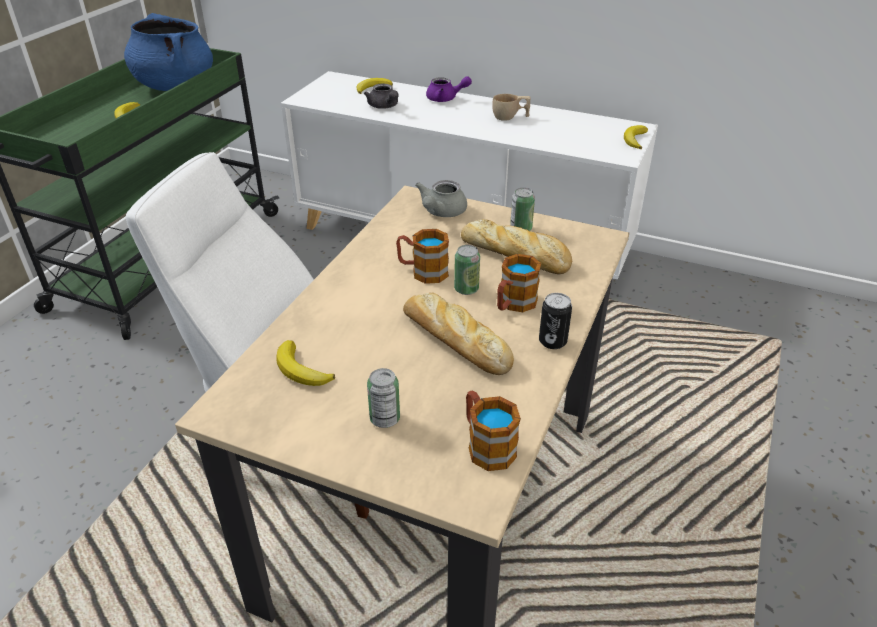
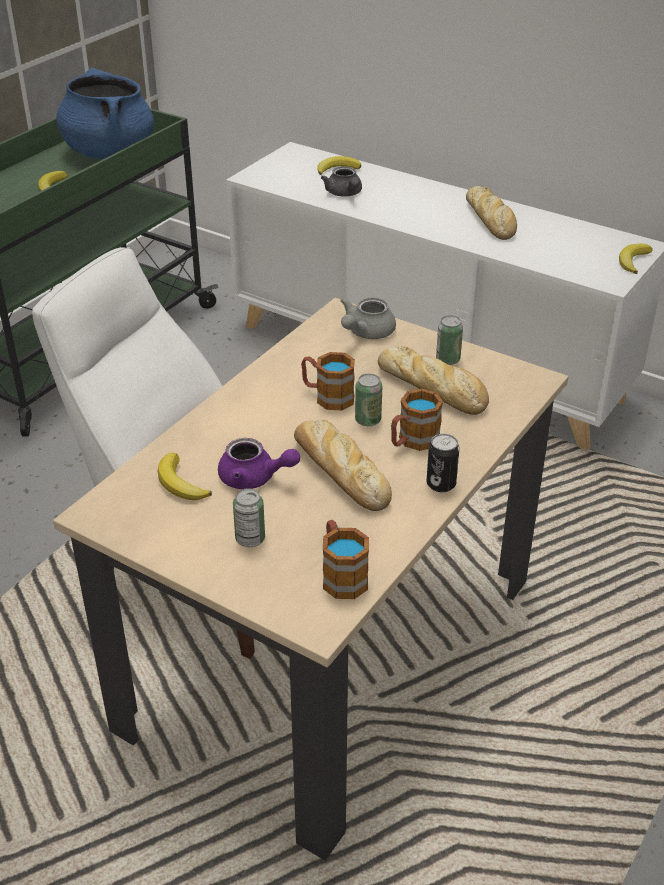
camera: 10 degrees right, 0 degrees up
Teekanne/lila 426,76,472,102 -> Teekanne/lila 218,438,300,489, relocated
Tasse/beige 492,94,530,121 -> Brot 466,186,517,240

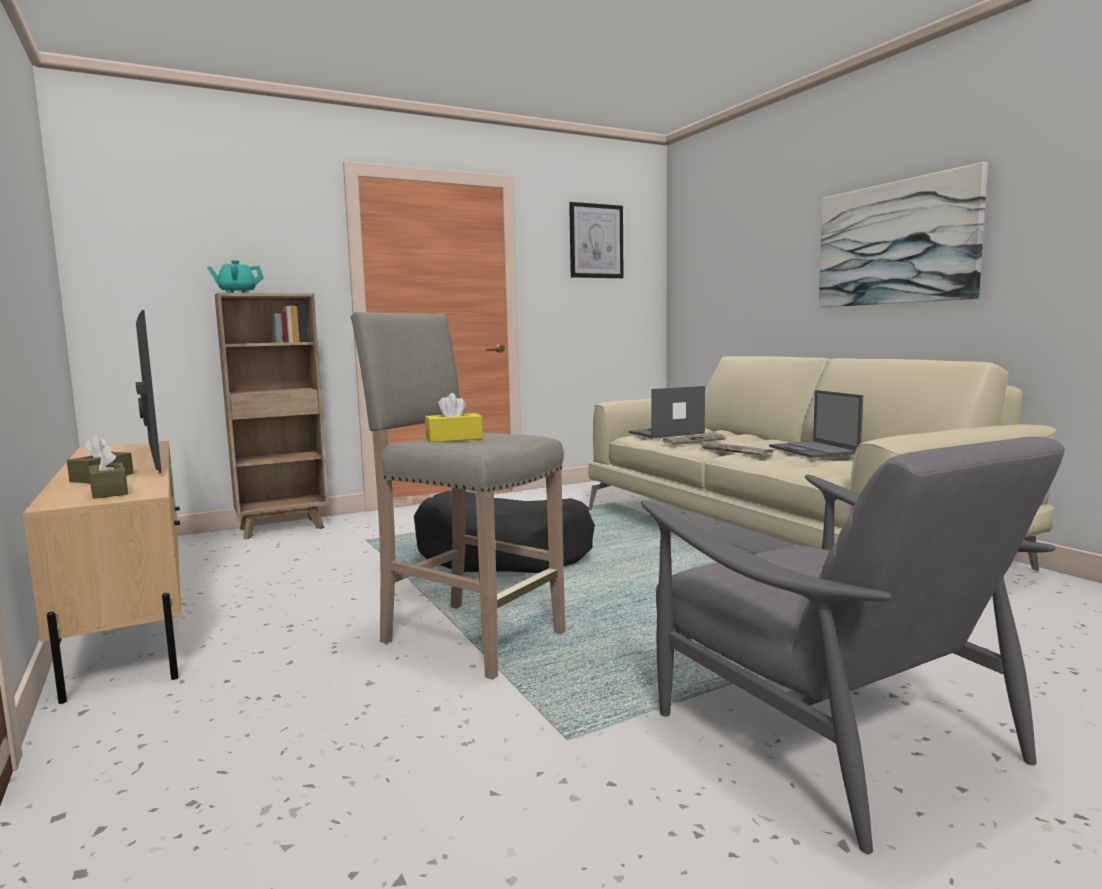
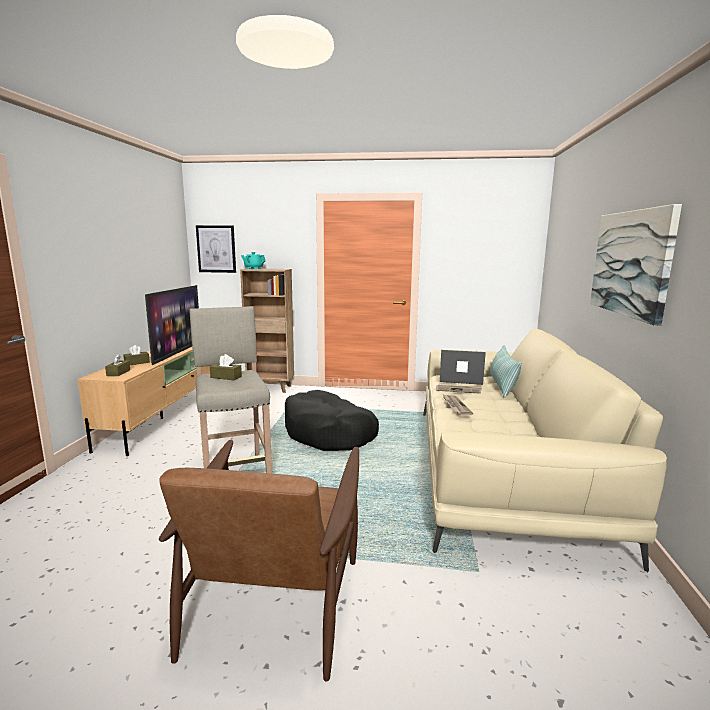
camera: 35 degrees right, 5 degrees up
Laptop 769,390,863,458 -> none
none -> Kissen 490,345,522,398
Bild 569,202,624,278 -> Bild 196,225,236,273, relocated
Taschentuchbox/gelb 425,393,483,442 -> Taschentuchbox/braun 210,354,242,380
Sessel/grau 641,437,1065,854 -> Sessel/braun 159,440,359,682

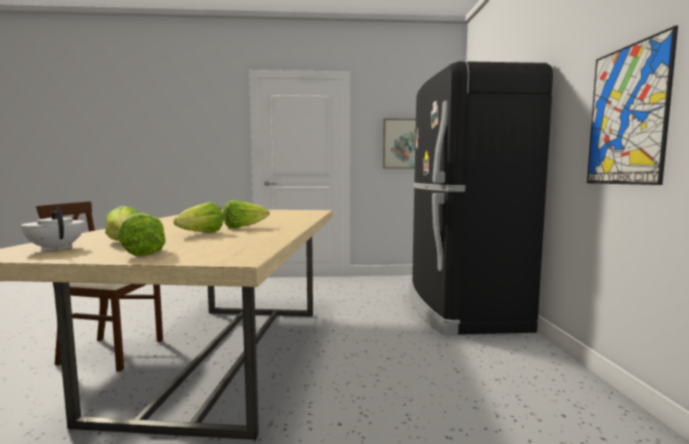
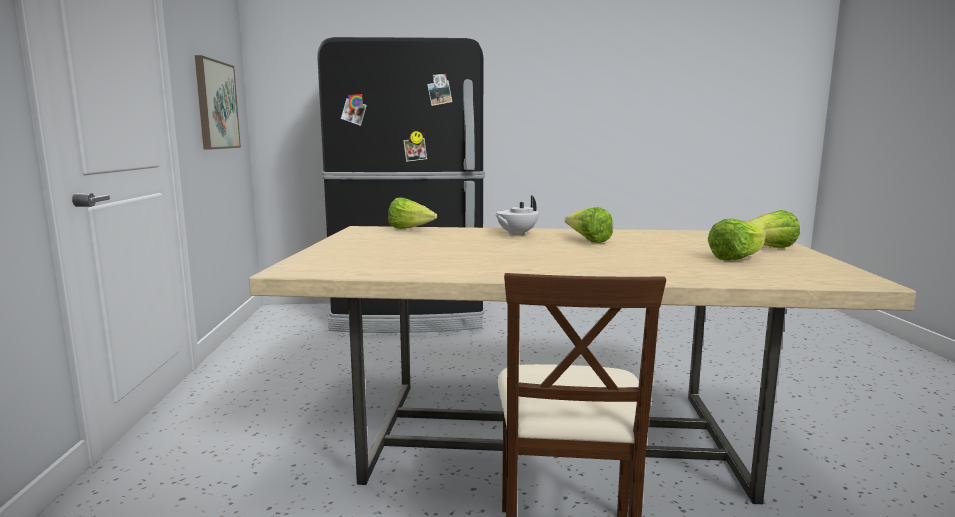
camera: 90 degrees left, 5 degrees up
Bild 587,26,678,185 -> none
Teekanne/weiß 21,206,84,251 -> Teekanne/weiß 495,195,539,236, relocated
Salatkopf 173,202,224,233 -> Salatkopf 388,197,437,229, relocated

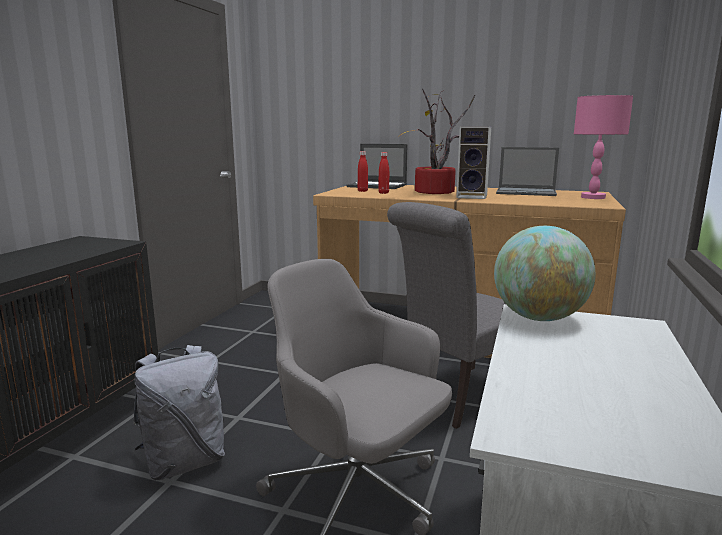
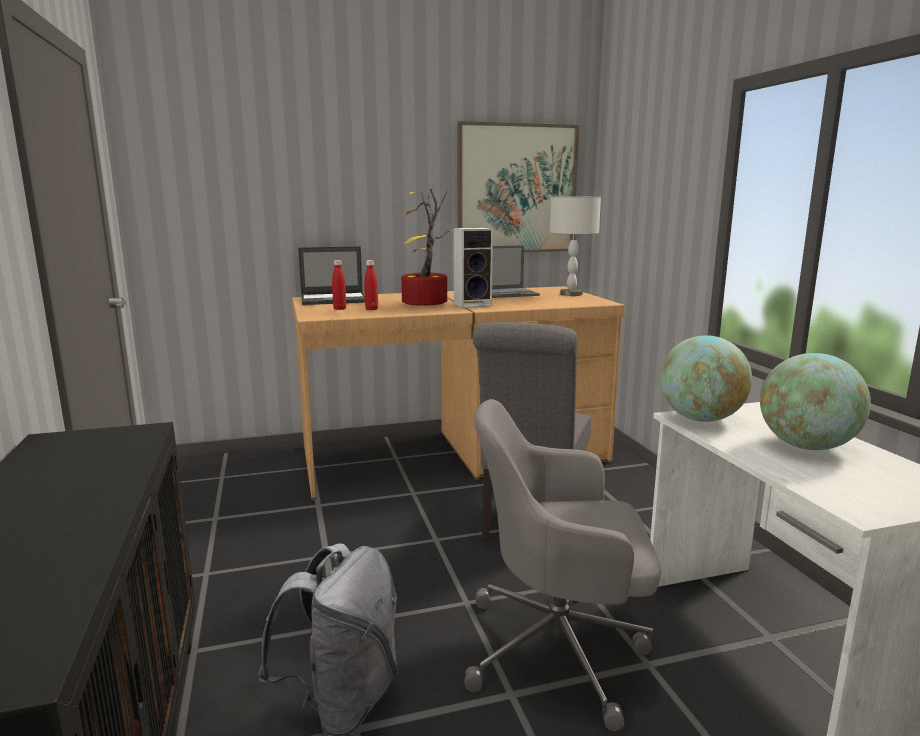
camera: 35 degrees left, 0 degrees up
none -> Bild 457,121,579,252
none -> Globus 760,353,871,450
Tischlampe/rosa 574,95,633,199 -> Tischlampe/grau 550,197,601,296

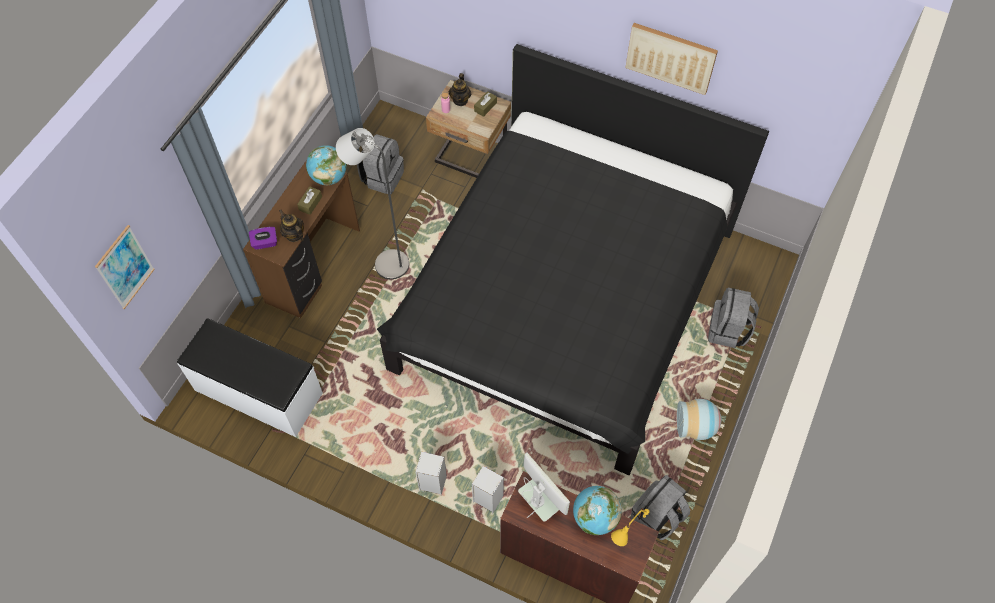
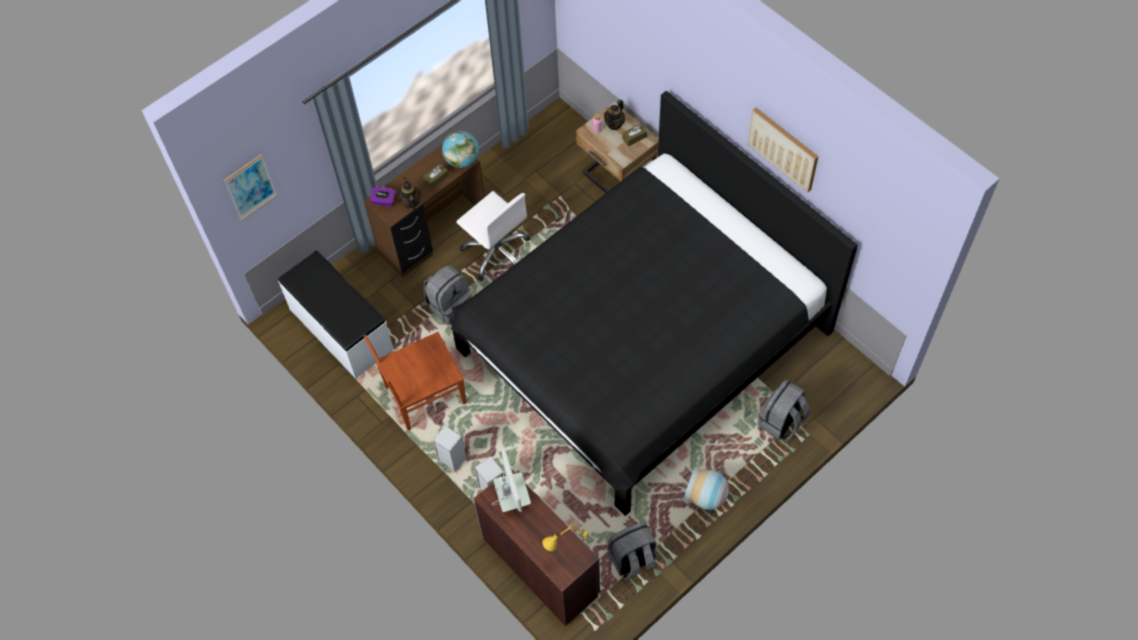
camera: 25 degrees right, 0 degrees up
Globus 573,486,622,535 -> none
none -> Stuhl/braun 364,332,467,431
Rucksack/grau 357,134,404,194 -> Rucksack/grau 424,265,471,325, relocated
Stehlampe/grau 336,128,409,279 -> Bürostuhl/weiß 456,191,530,281

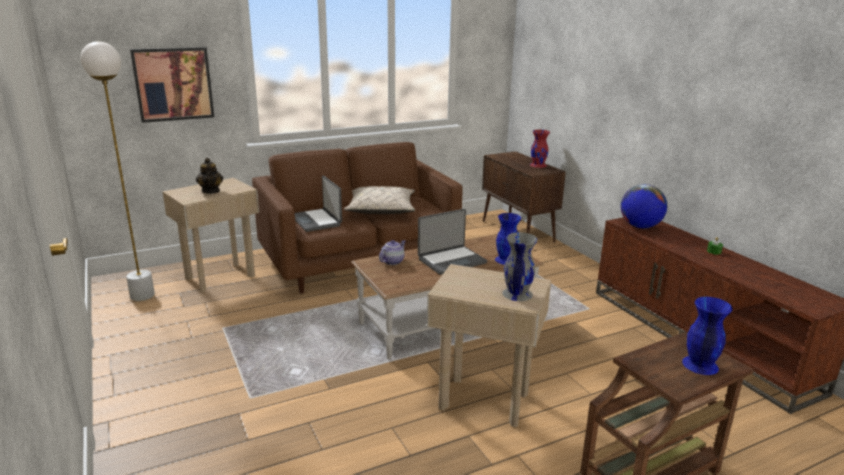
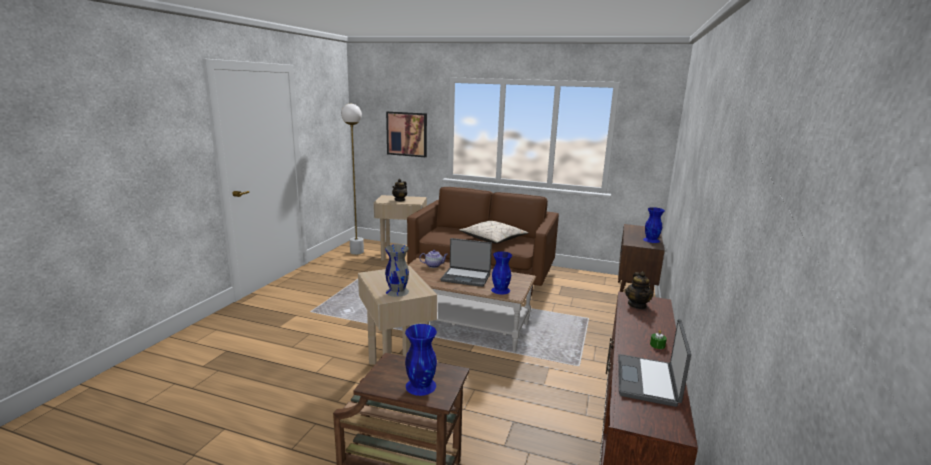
camera: 45 degrees right, 5 degrees down
Laptop 295,175,342,232 -> Laptop 618,319,691,407, relocated
Globus 621,184,667,228 -> Teekanne 625,272,653,309
Vase/rot 530,130,550,168 -> Vase/blau 643,207,665,243

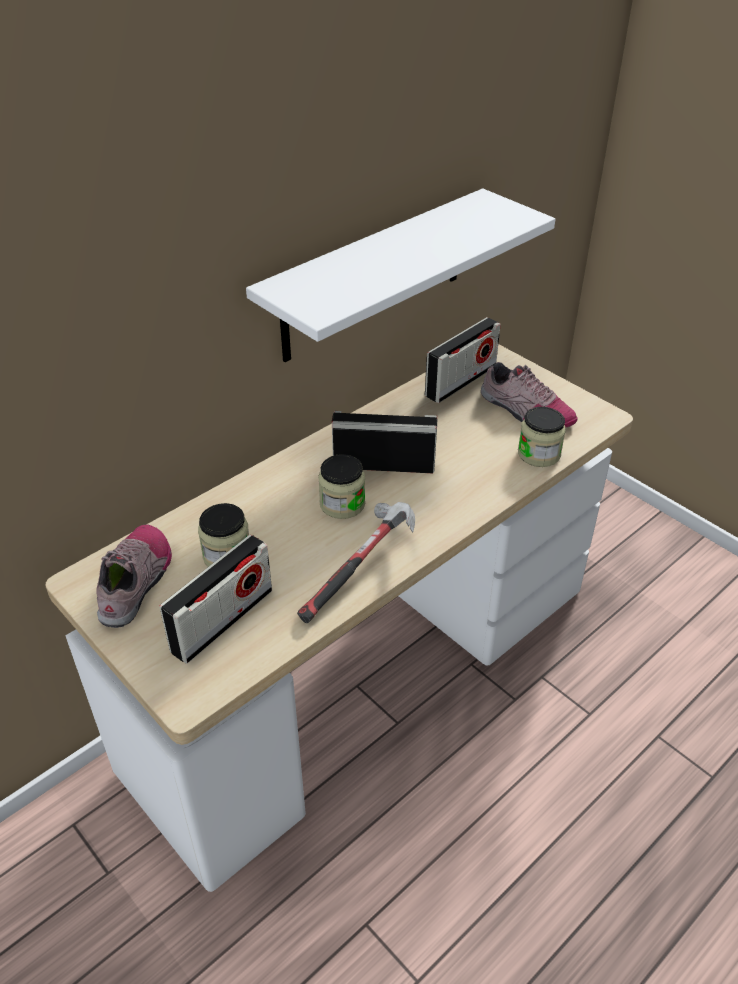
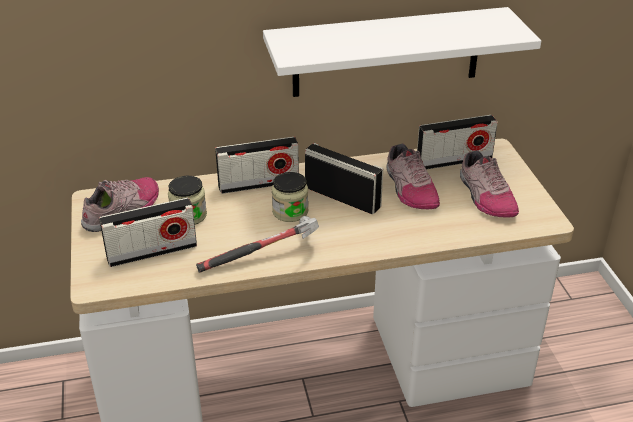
camera: 30 degrees right, 5 degrees down
Vorratsglas 518,407,566,467 -> none
none -> Radio 215,137,299,194
none -> Schuh 387,143,440,209

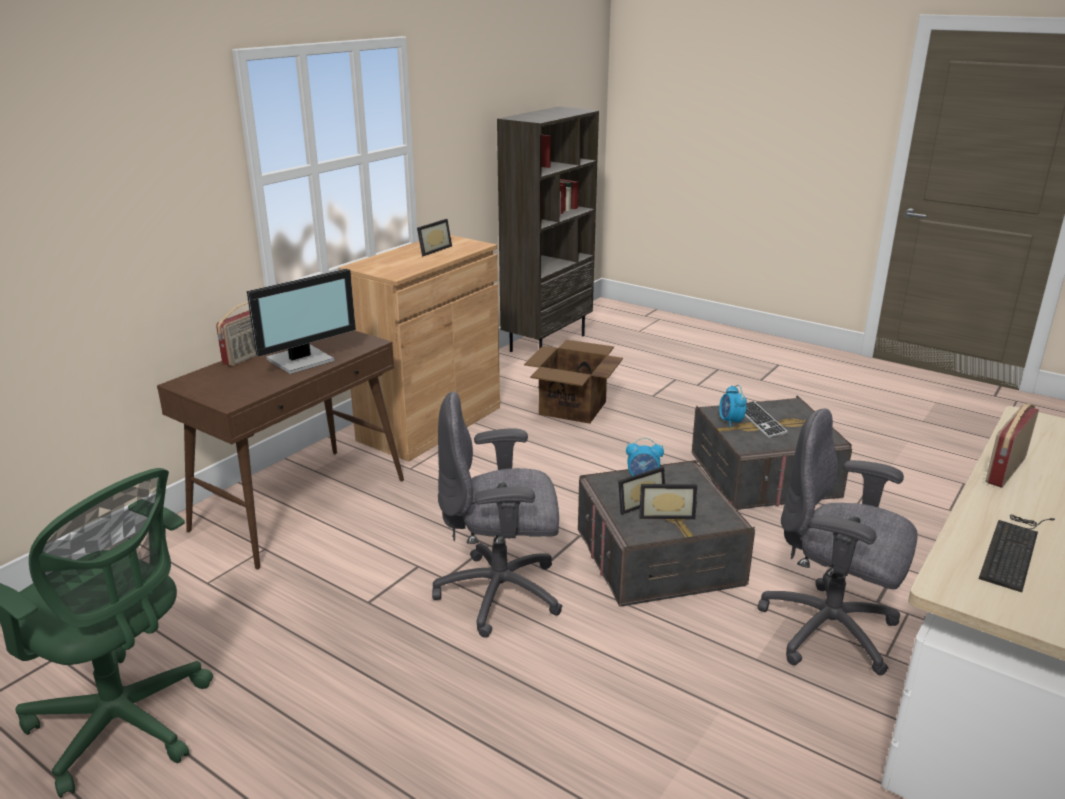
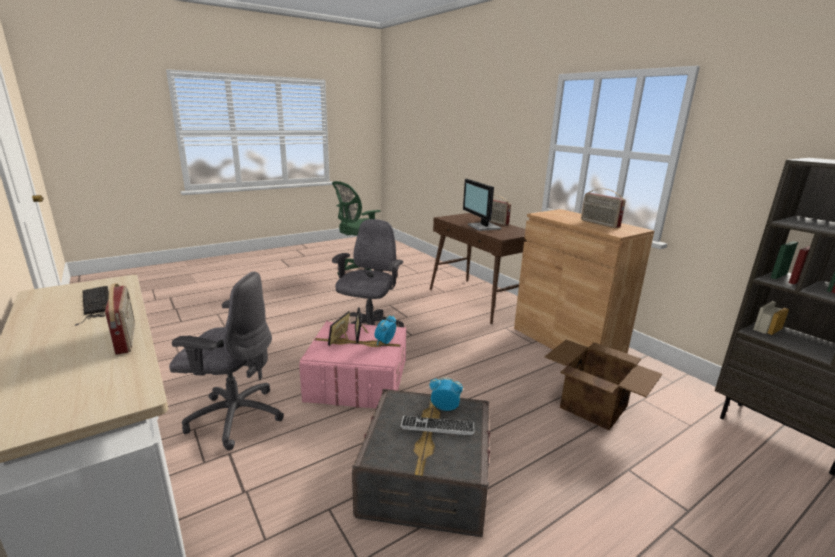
camera: 110 degrees right, 5 degrees down
Bilderrahmen 417,219,452,256 -> Radio 581,189,626,228
Aufbewahrungsbox/grau 578,460,755,607 -> Aufbewahrungsbox/rosa 299,320,406,408
Bürostuhl/grau 757,408,917,676 -> Bürostuhl/grau 169,271,284,450, 45 degrees clockwise

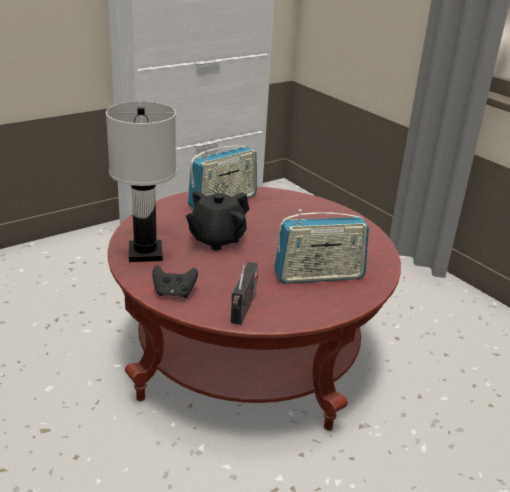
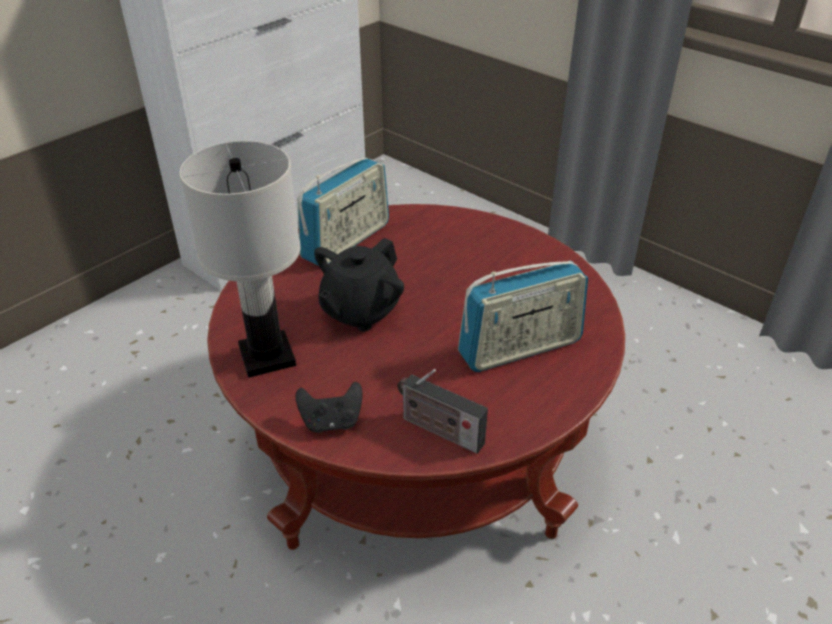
camera: 10 degrees left, 10 degrees up
Radio 231,262,258,325 -> Radio 397,369,488,454, 120 degrees clockwise

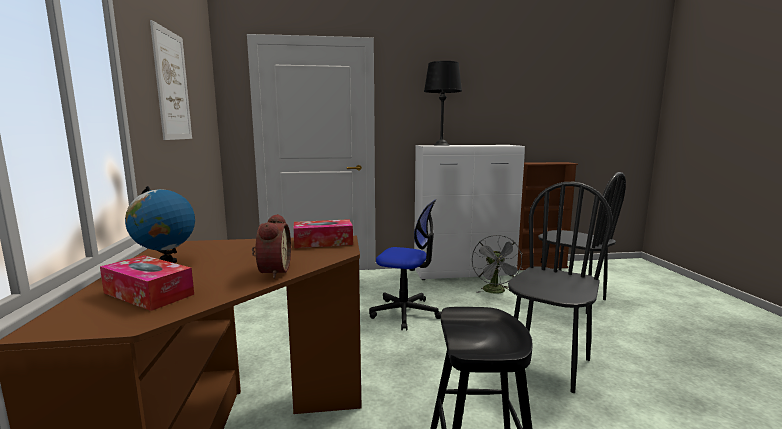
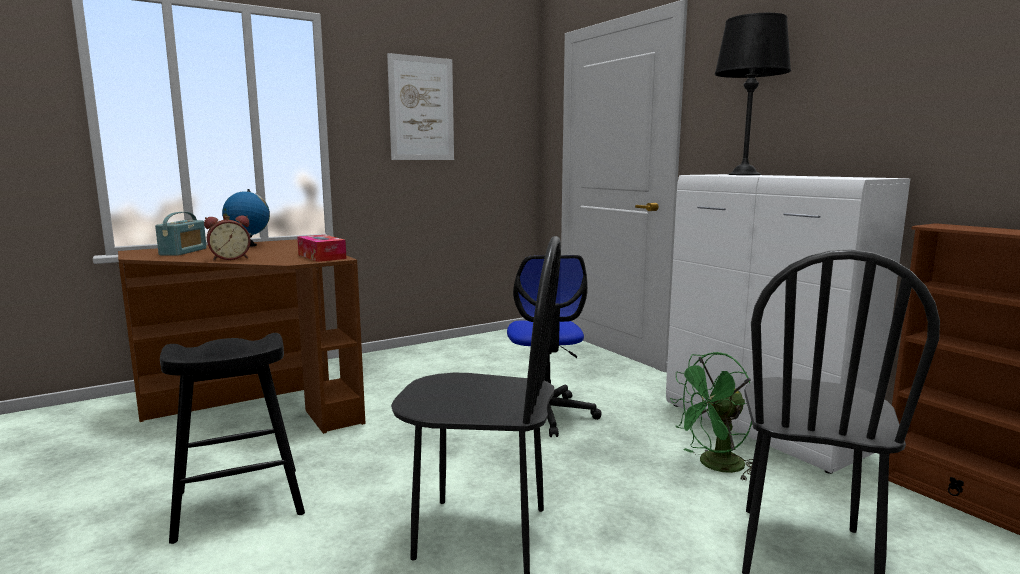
camera: 65 degrees right, 0 degrees up
Taschentuchbox 100,255,194,311 -> Radio 155,212,207,256
Ventilator/grau 472,235,523,294 -> Ventilator/grün 670,352,753,481

